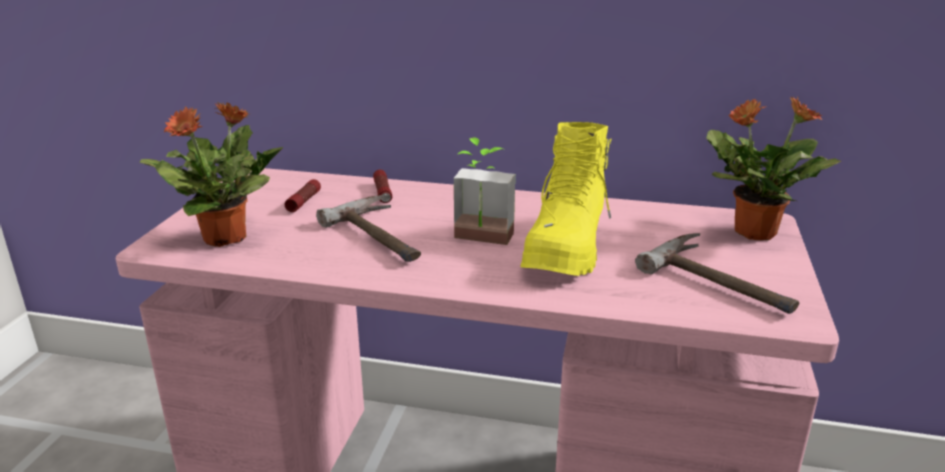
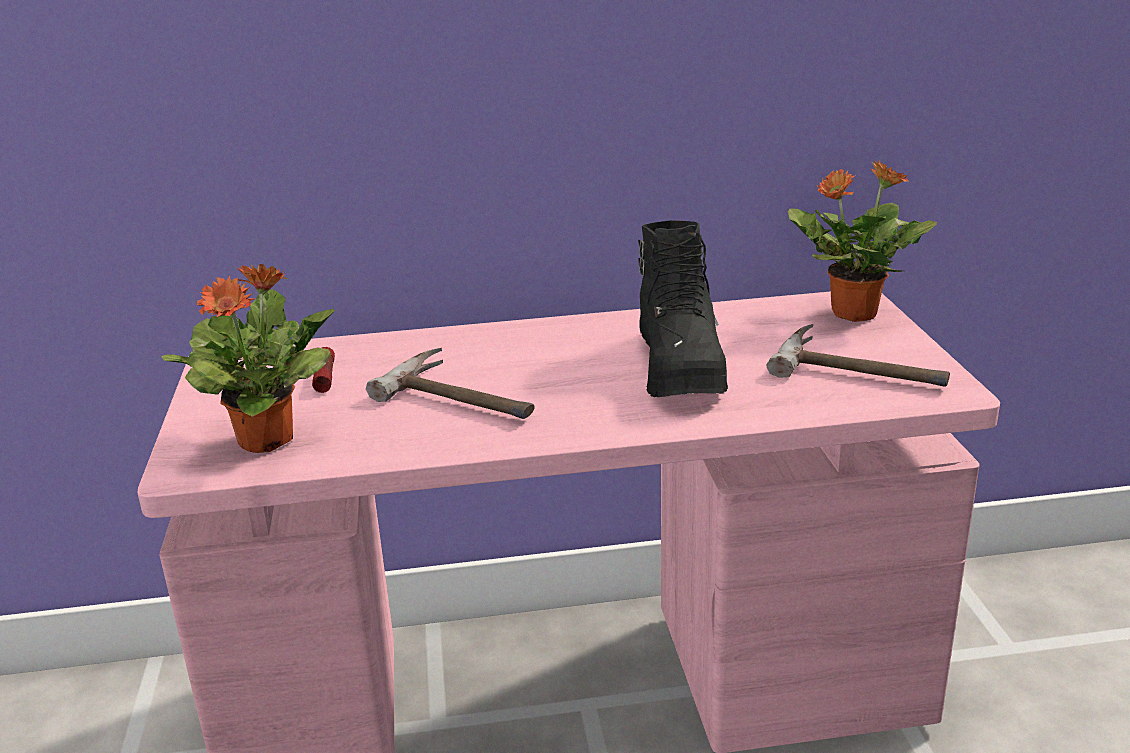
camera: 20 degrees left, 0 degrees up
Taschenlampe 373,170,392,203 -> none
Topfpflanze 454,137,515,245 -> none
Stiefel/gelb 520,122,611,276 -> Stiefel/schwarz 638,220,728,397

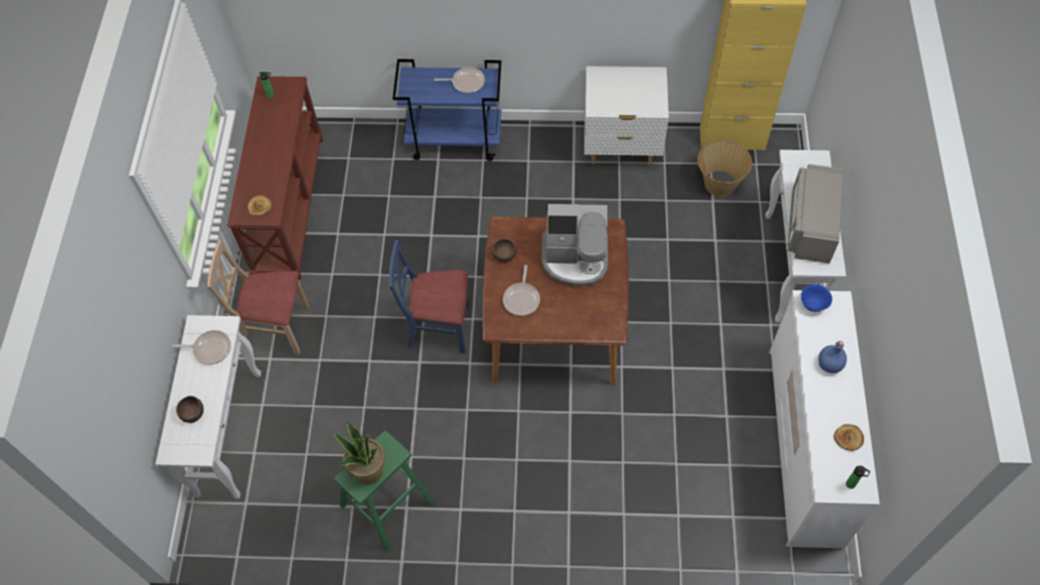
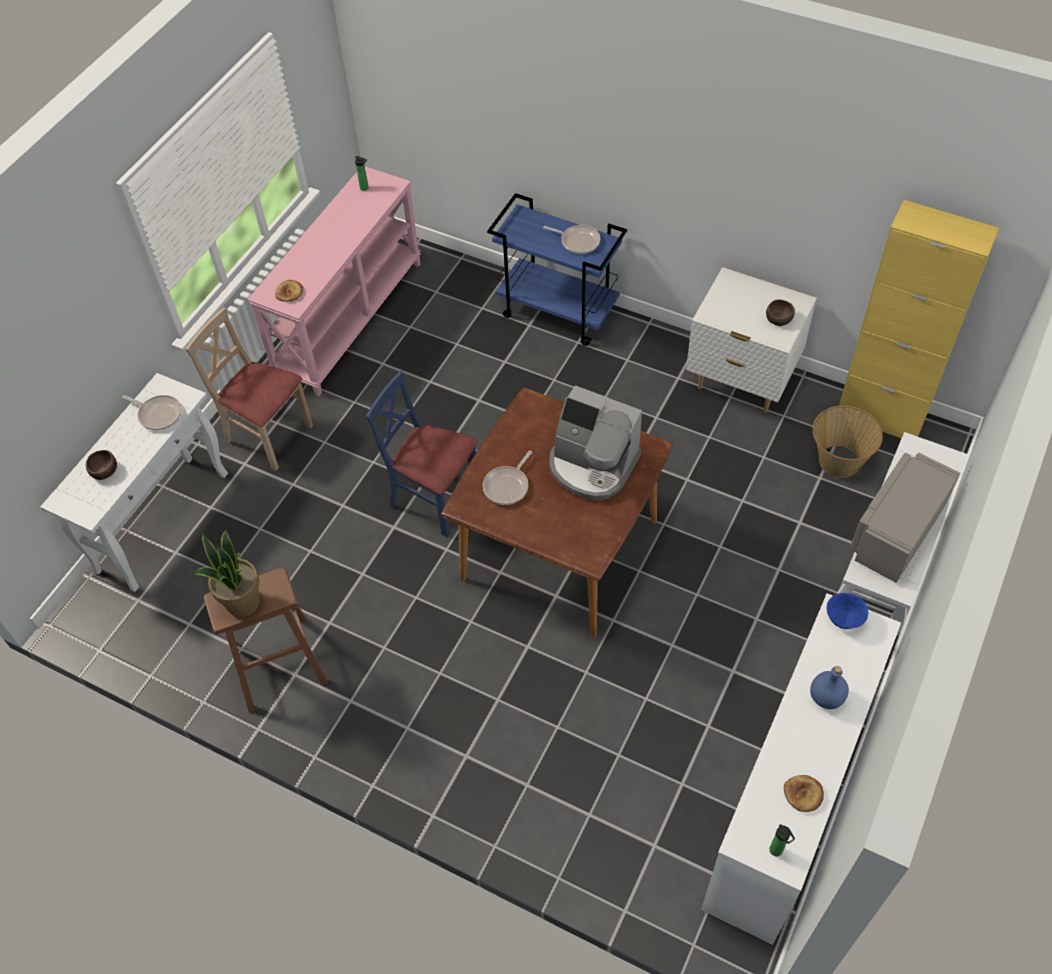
camera: 25 degrees right, 5 degrees down
Schüssel/braun 492,239,516,262 -> Schüssel/braun 766,299,795,326, relocated
Konsolentisch/braun 227,76,323,280 -> Konsolentisch/rosa 247,166,421,396
Hocker/grün 334,430,436,552 -> Hocker/braun 203,567,328,713

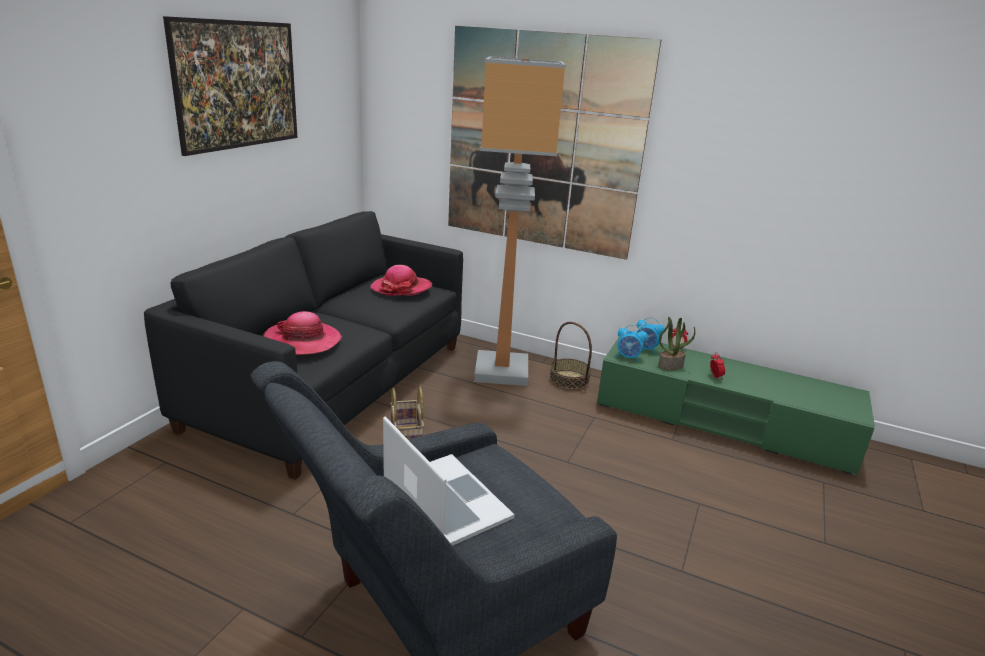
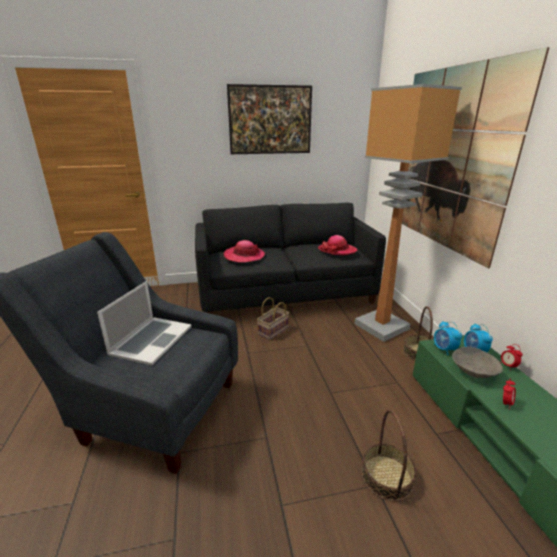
camera: 55 degrees right, 0 degrees up
none -> Korb 362,410,416,501
Topfpflanze 658,317,695,370 -> Schüssel/grau 452,347,503,378

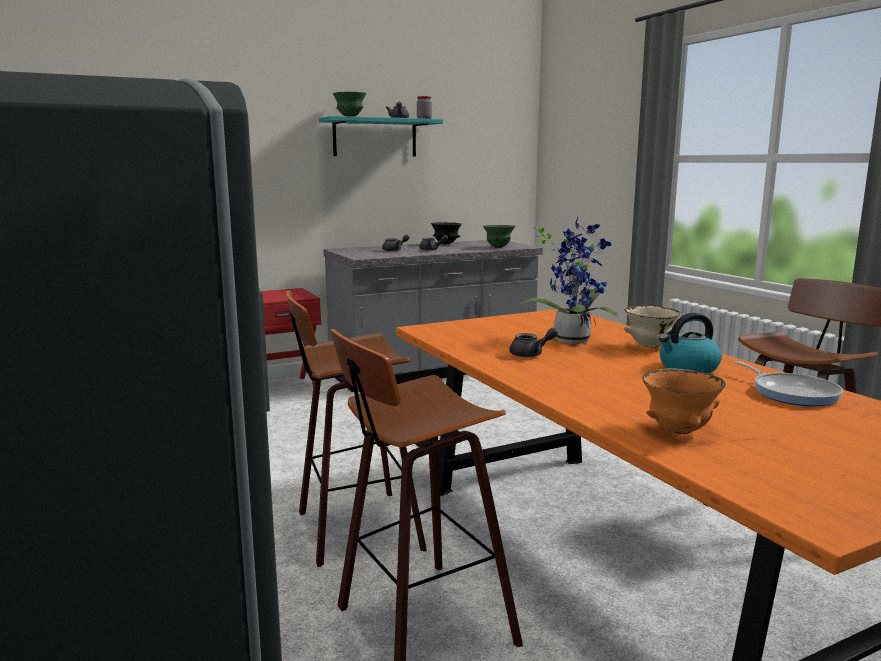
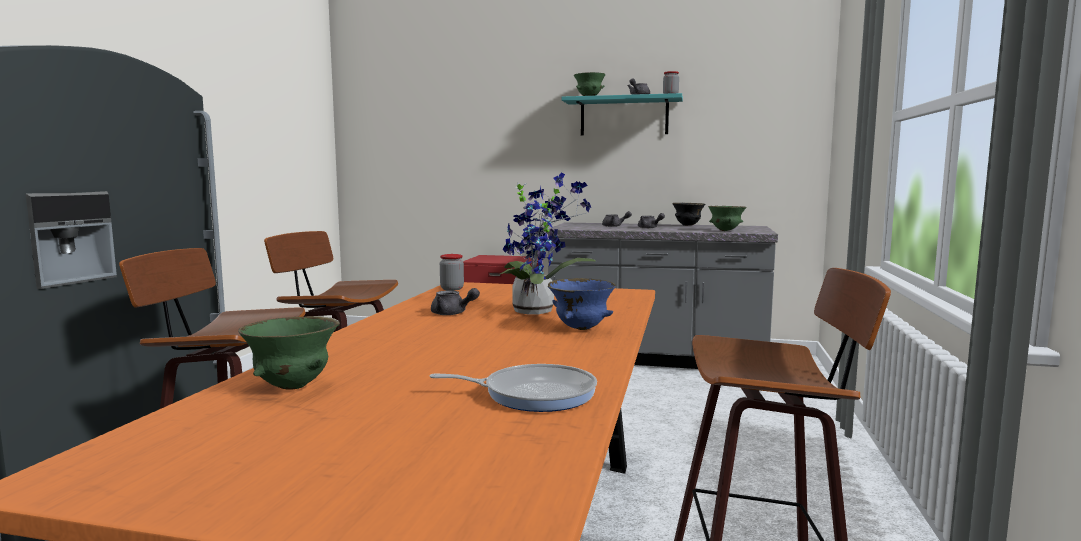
camera: 40 degrees right, 5 degrees down
Wasserkessel 659,313,722,373 -> none
none -> Vorratsglas 440,254,464,291
Schüssel/beige 624,305,681,348 -> Schüssel/blau 548,278,616,330
Schüssel/orange 642,368,726,434 -> Schüssel/grün 238,316,340,390
Pfanne 734,361,843,406 -> Pfanne 429,364,597,412, 105 degrees counterclockwise

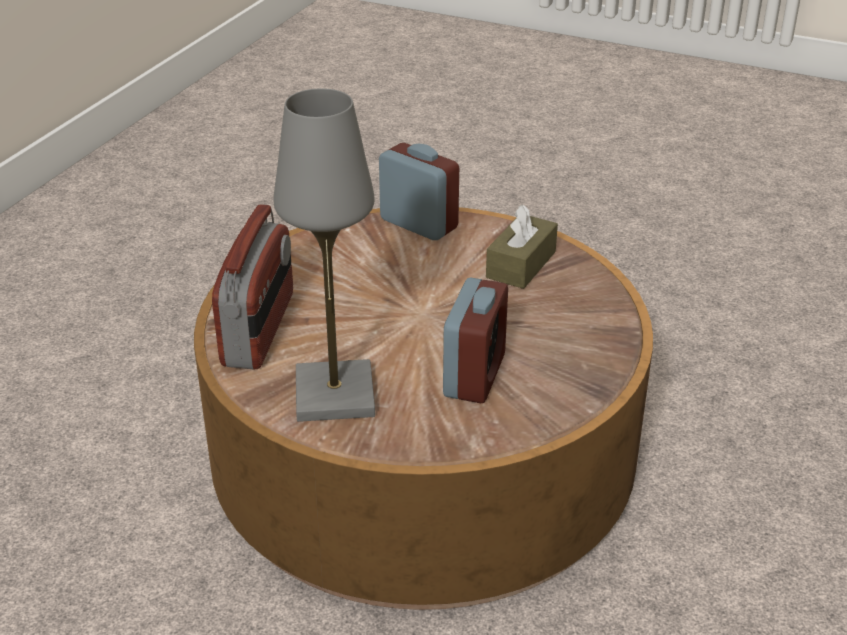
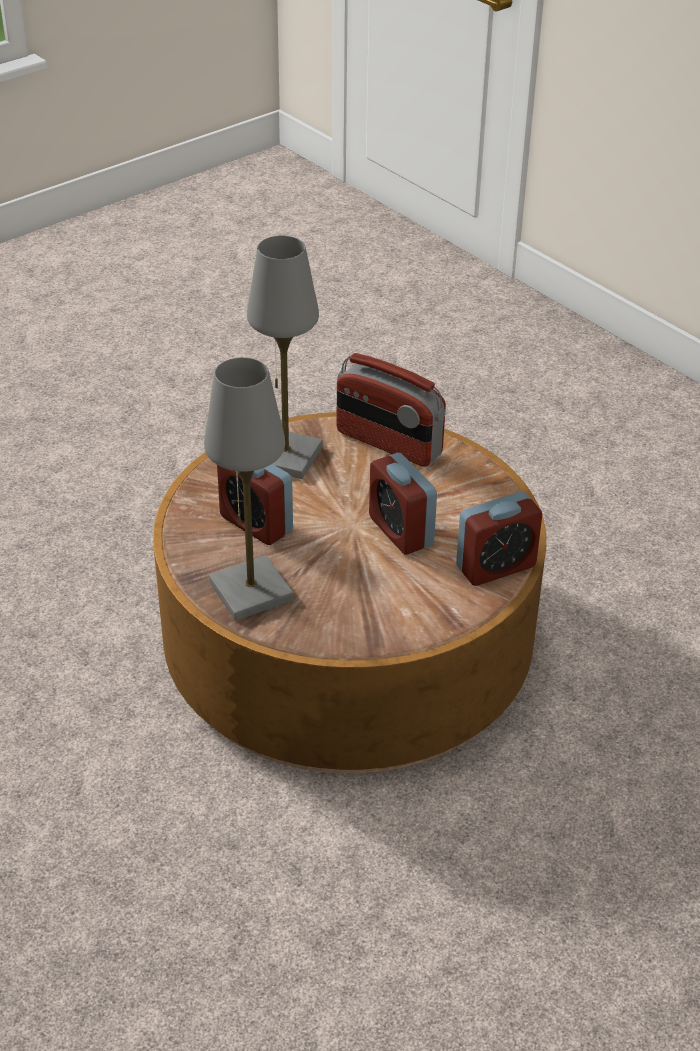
camera: 115 degrees right, 5 degrees up
Taschentuchbox/braun 486,205,558,289 -> none
none -> Tischlampe/grau 204,357,294,620
none -> Wecker 369,453,437,555

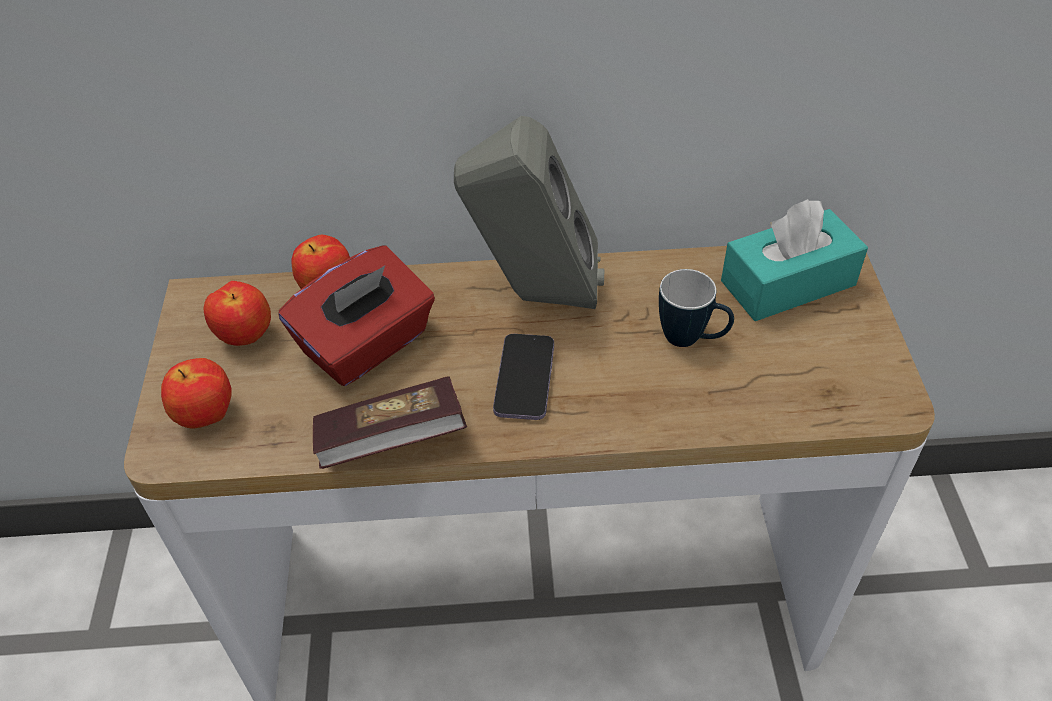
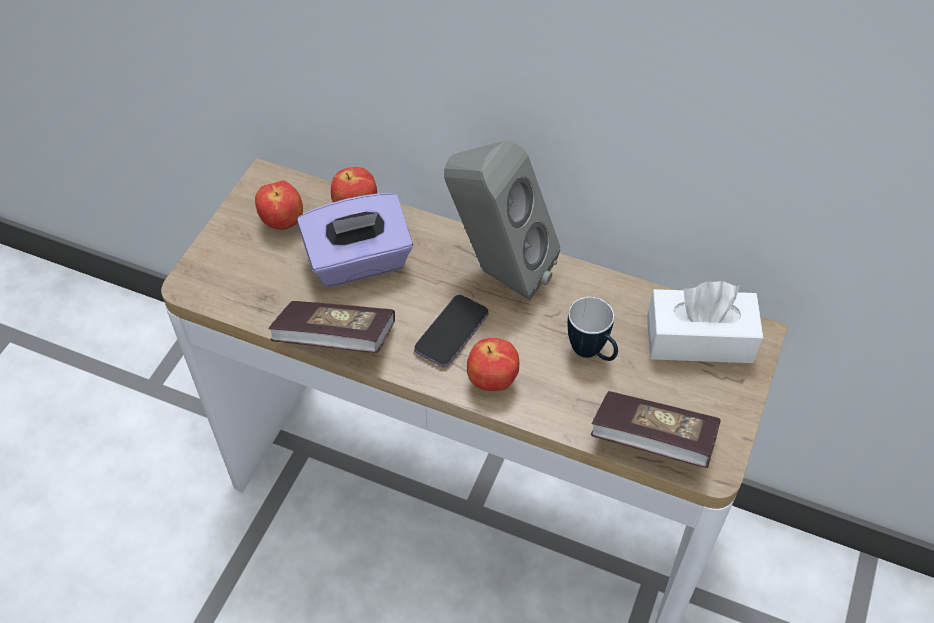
camera: 25 degrees right, 5 degrees up
none -> Buch 590,391,721,468
Apfel 161,358,232,429 -> Apfel 467,338,519,391, relocated
Taschentuchbox/rot 279,245,435,386 -> Taschentuchbox/lila 297,193,413,287
Taschentuchbox/türkis 721,199,868,321 -> Taschentuchbox/weiß 647,281,763,363

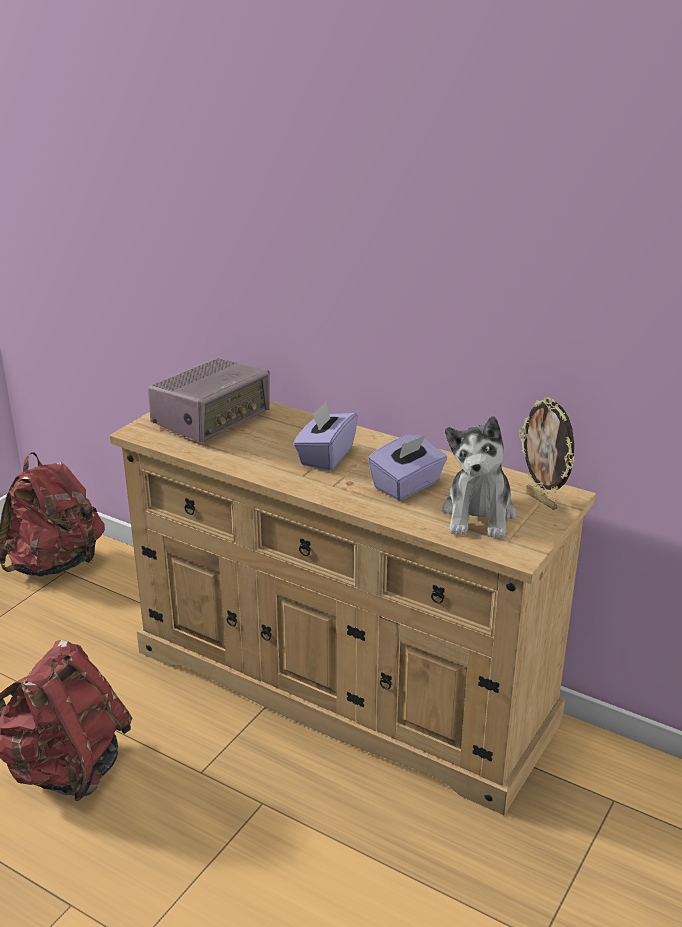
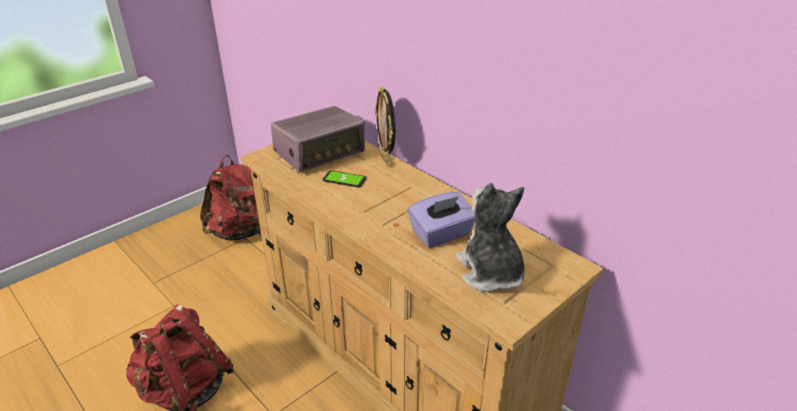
camera: 15 degrees right, 5 degrees up
Taschentuchbox/lila 293,402,358,471 -> none
none -> Handy 323,170,367,188
Bilderrahmen 519,397,575,510 -> Bilderrahmen 375,87,395,167, relocated
Plüschtier 442,416,516,538 -> Plüschtier 456,183,525,293, 135 degrees clockwise

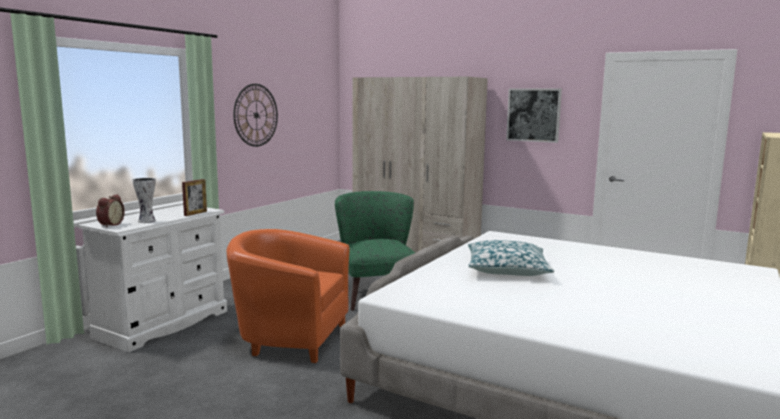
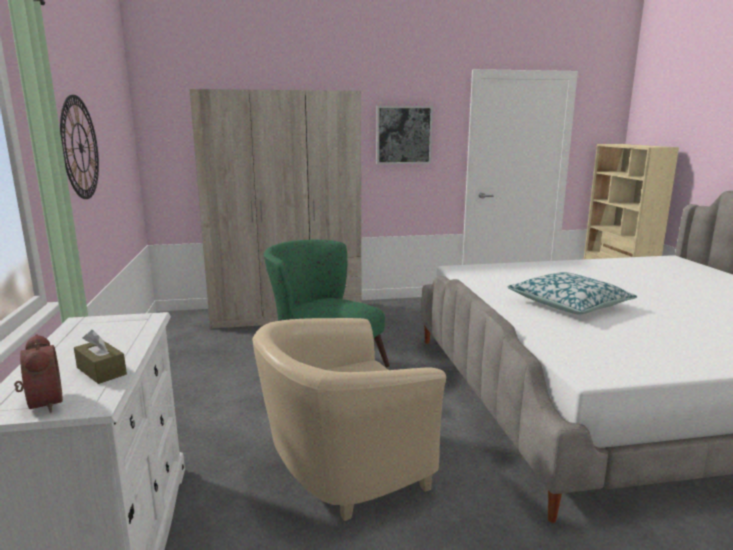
camera: 40 degrees left, 5 degrees up
Bilderrahmen 182,179,207,216 -> none
Vase 133,178,156,223 -> Taschentuchbox/braun 74,330,127,384
Sessel/orange 226,229,350,363 -> Sessel/beige 253,318,446,521

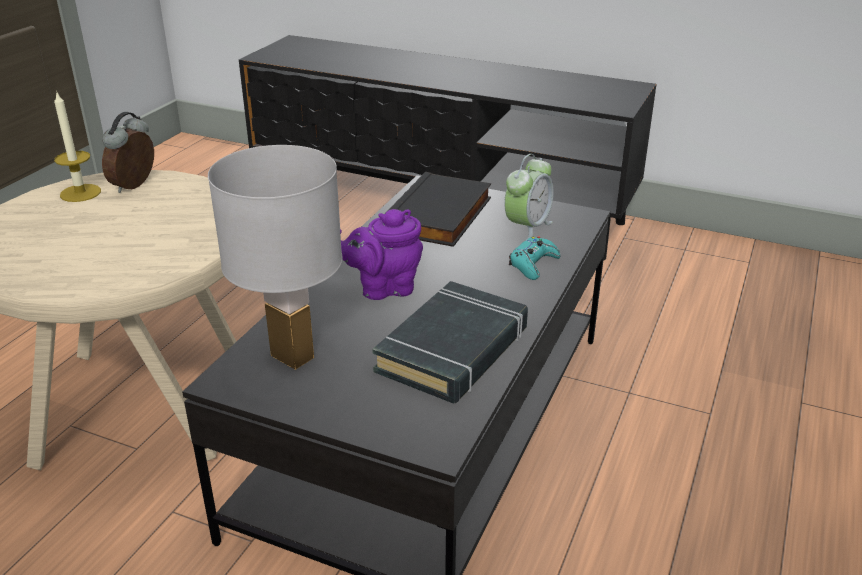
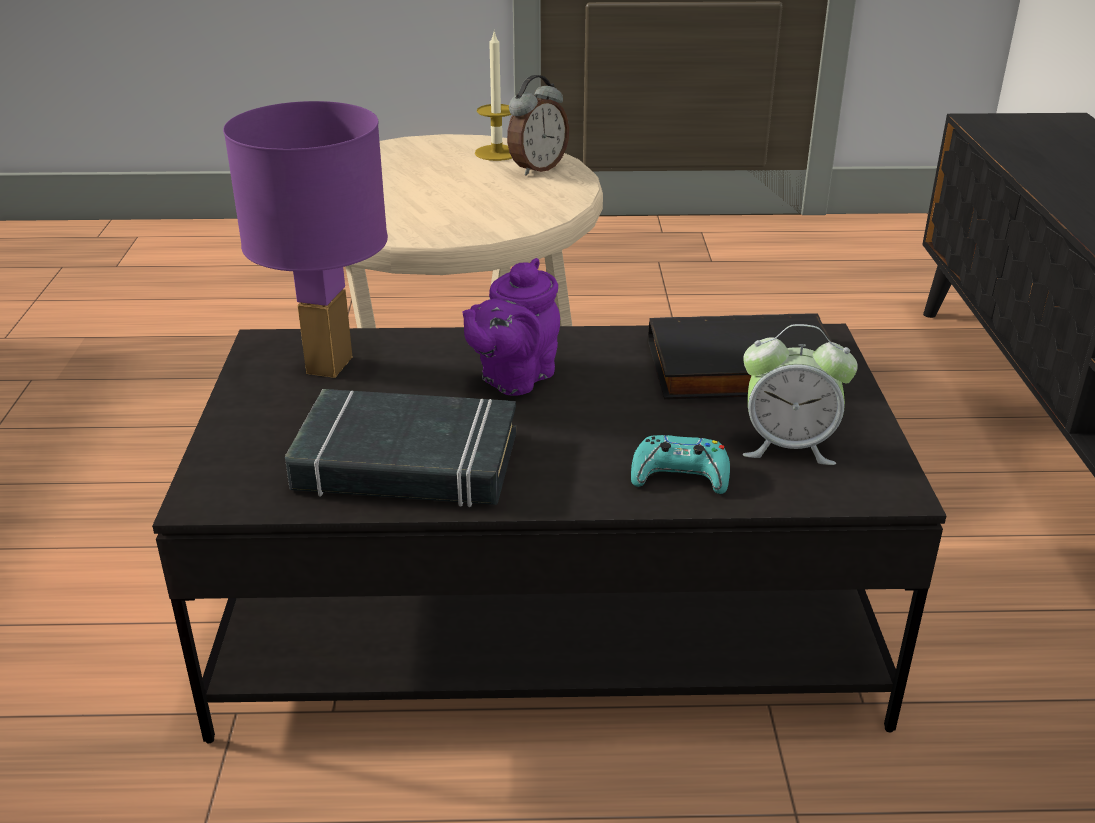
camera: 65 degrees right, 0 degrees up
Tischlampe/weiß 208,145,343,370 -> Tischlampe/lila 223,101,388,378
Wecker 102,112,154,193 -> Wecker 507,75,569,176, 135 degrees clockwise
Teekanne/lila 340,209,423,300 -> Teekanne/lila 462,258,560,395, 105 degrees counterclockwise

